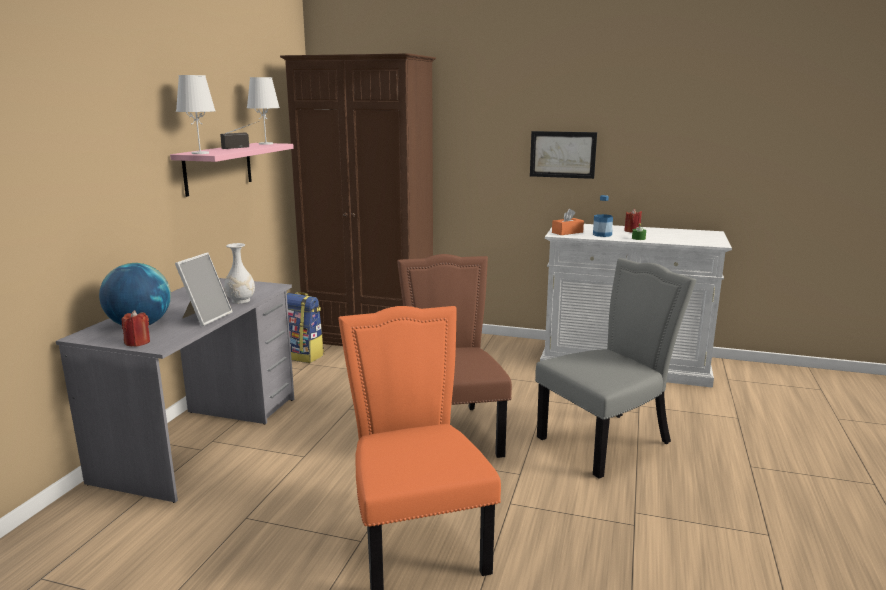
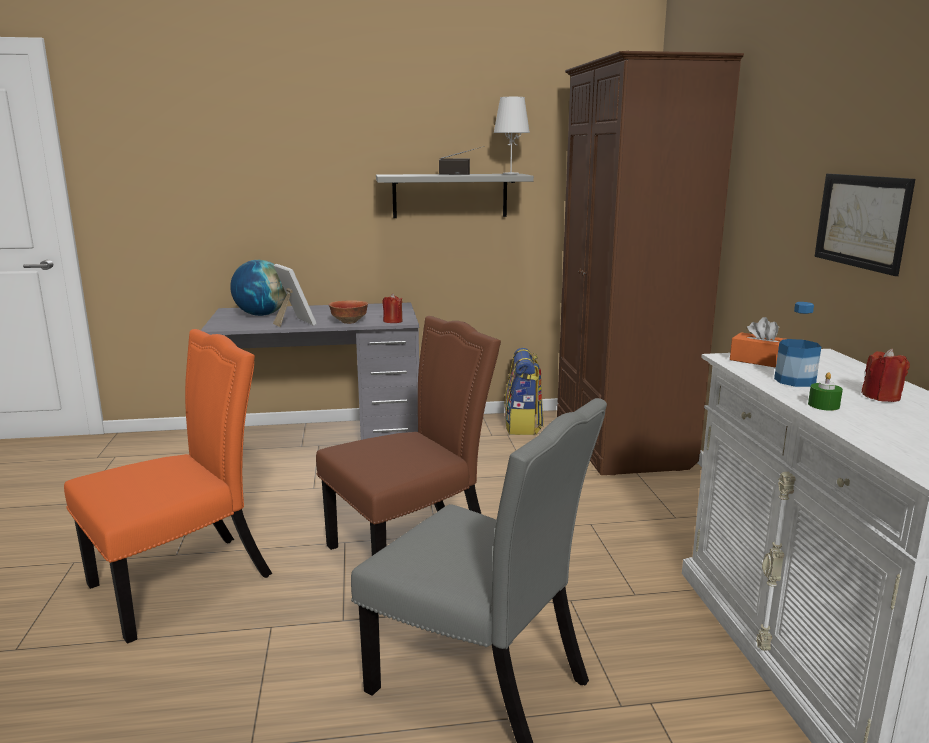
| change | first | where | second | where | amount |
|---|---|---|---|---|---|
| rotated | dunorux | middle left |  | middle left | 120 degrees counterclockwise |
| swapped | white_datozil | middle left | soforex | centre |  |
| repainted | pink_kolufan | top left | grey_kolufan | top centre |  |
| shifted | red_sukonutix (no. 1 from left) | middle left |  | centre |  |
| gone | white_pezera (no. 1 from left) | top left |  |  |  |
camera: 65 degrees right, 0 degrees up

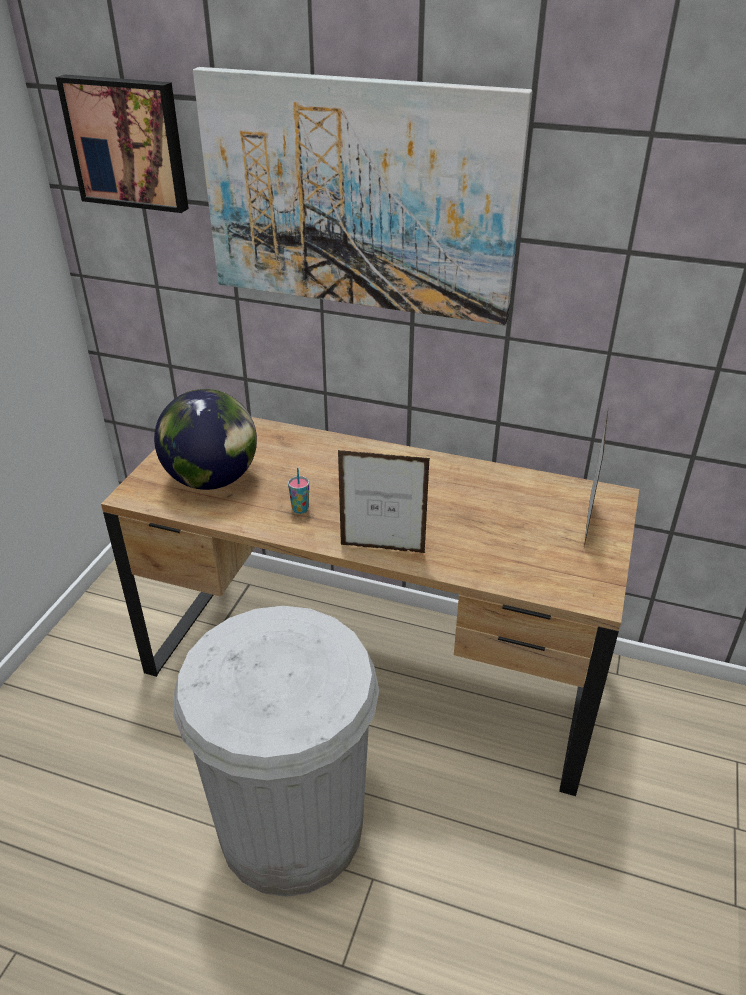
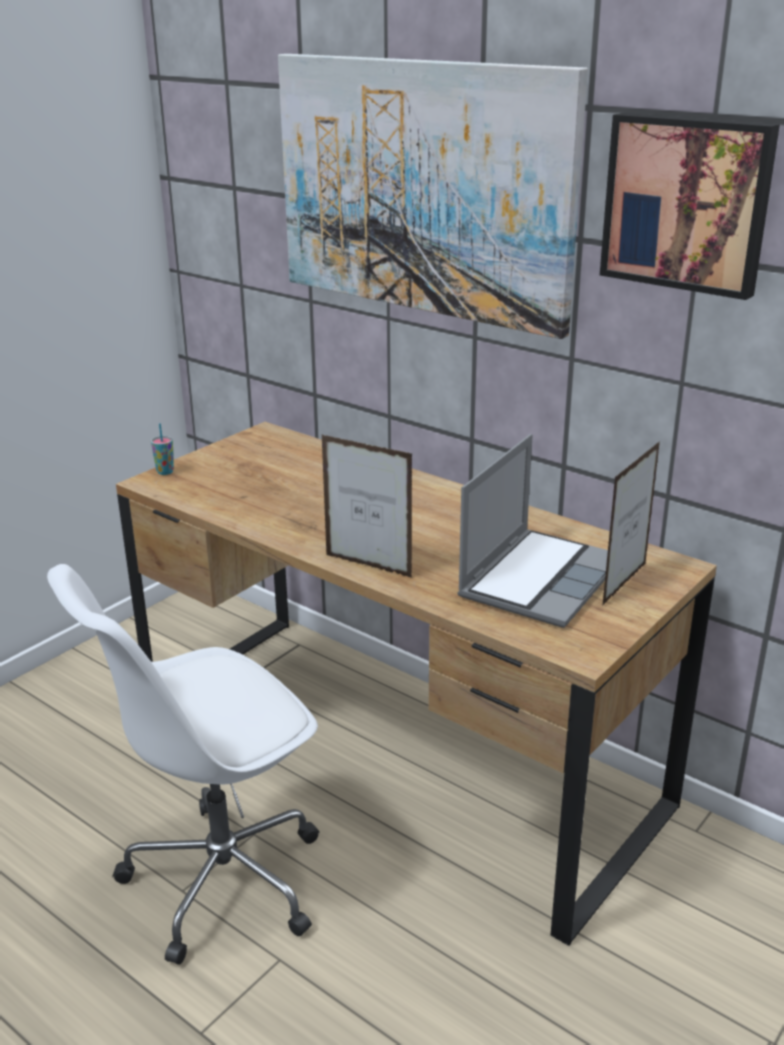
| change | first | where | second | where | amount |
|---|---|---|---|---|---|
| swapped | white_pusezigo | bottom centre | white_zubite | bottom left |  |
| shifted | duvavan | centre |  | middle left |  |
| new |  |  | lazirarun | middle right |  |
| shifted | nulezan (no. 1 from left in the first image) | top left | nulezan (no. 2 from left) | top right |  |
| gone | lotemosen | middle left |  |  |  |
camera: 20 degrees right, 10 degrees down

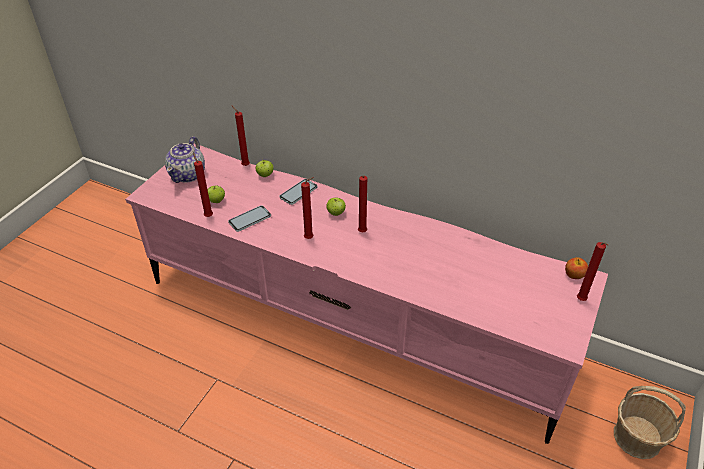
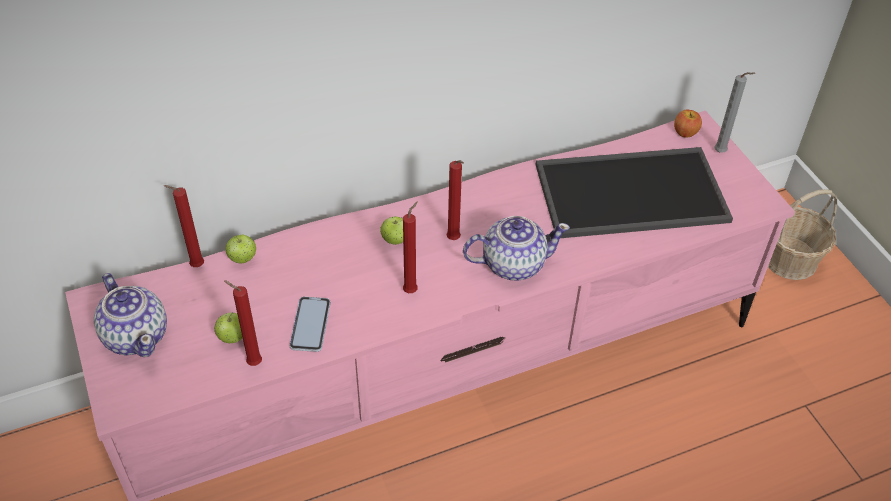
| change | first | where | second | where | amount |
|---|---|---|---|---|---|
| new |  |  | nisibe (no. 2 from left) | centre |  |
| new |  |  | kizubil | middle right |  |
| repainted | red_sukonutix (no. 5 from left) | middle right | grey_sukonutix | top right |  |
| gone | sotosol (no. 2 from left) | centre |  |  |  |
camera: 50 degrees left, 5 degrees up

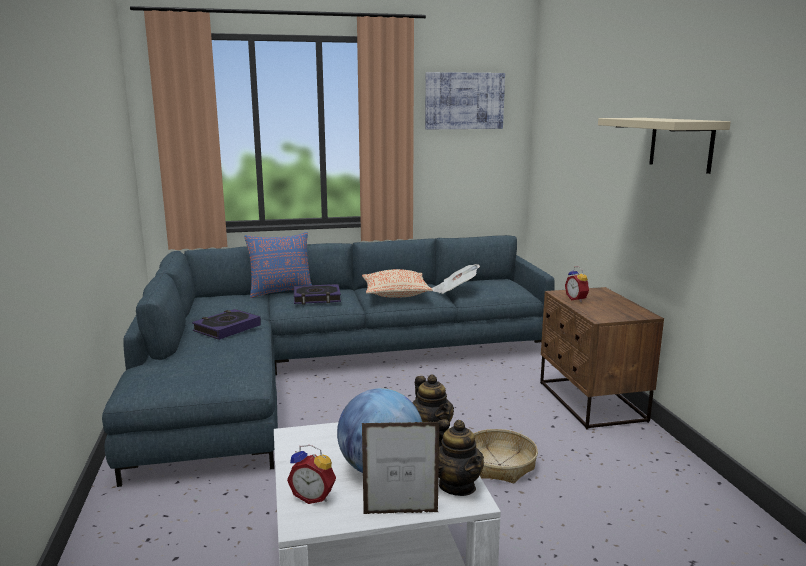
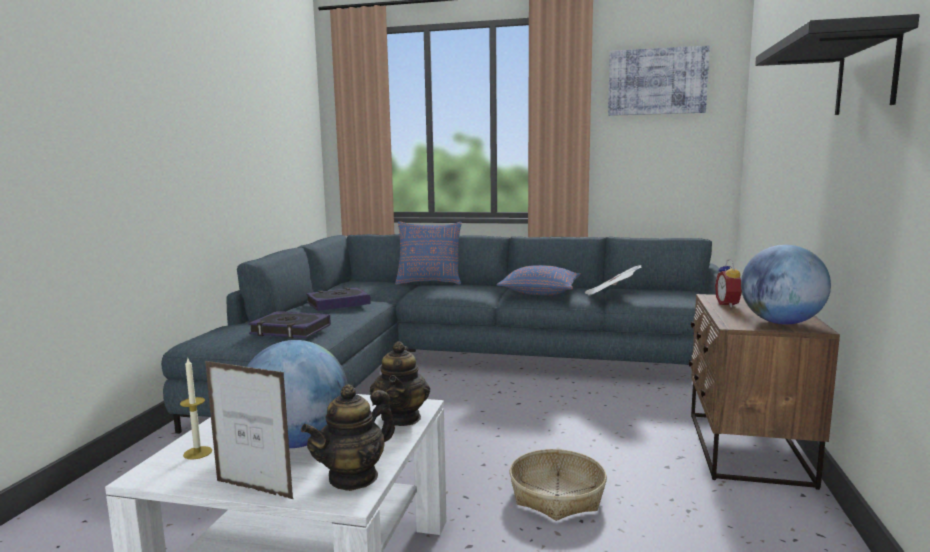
| change | first | where | second | where | amount |
|---|---|---|---|---|---|
| swapped | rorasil (no. 1 from left) | bottom centre | sukonutix | bottom left |  |
| shifted | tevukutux (no. 2 from left in the first image) | centre | tevukutux (no. 1 from left) | middle left |  |
| rotated | nisibe (no. 2 from left in the first image) | bottom centre | nisibe (no. 1 from left) | bottom centre | 45 degrees clockwise |
| repainted | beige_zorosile | centre | blue_zorosile (no. 2 from left) | centre |  |
| new |  |  | lotemosen (no. 2 from left) | middle right |  |
| repainted | beige_kolufan | top right | black_kolufan | top right |  |
camera: 25 degrees right, 5 degrees down

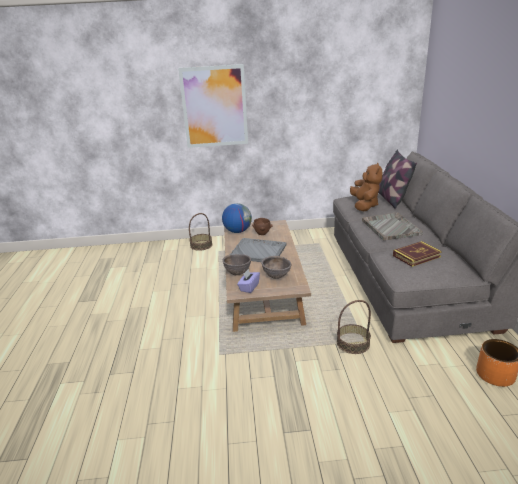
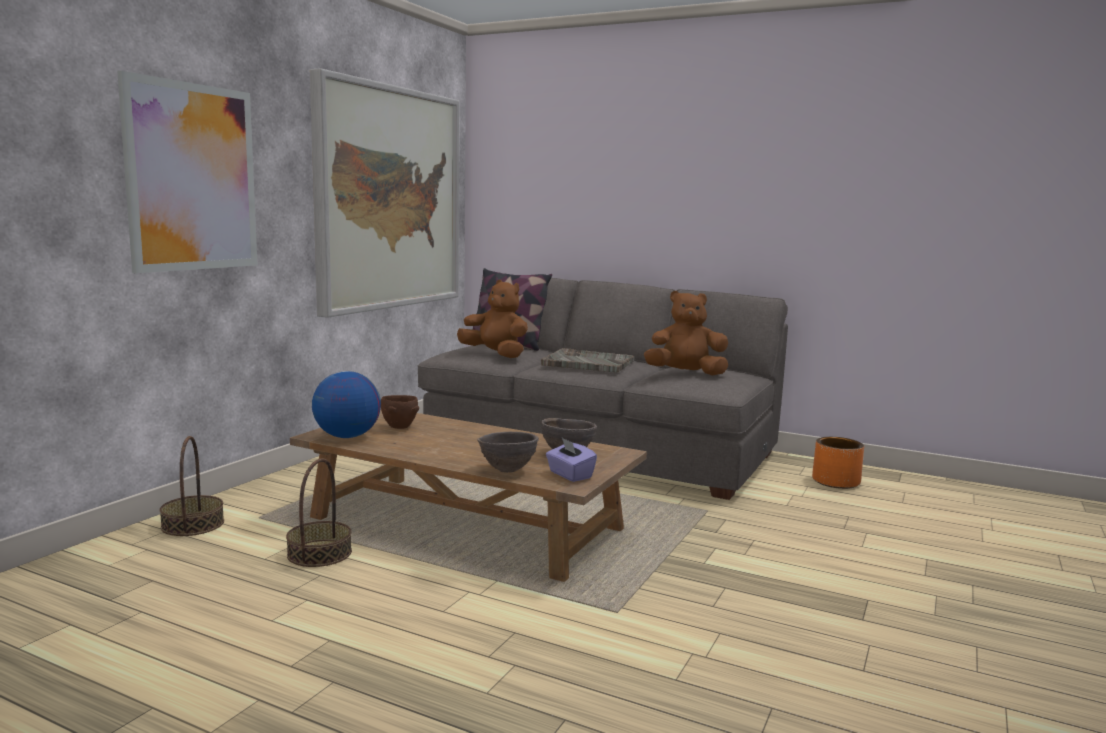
| change | first | where | second | where | amount |
|---|---|---|---|---|---|
| shifted | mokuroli (no. 2 from left) | bottom right |  | bottom left |  |
| new |  |  | nulezan (no. 2 from left) | top centre |  |
| swapped | tevukutux | middle right | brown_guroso (no. 2 from left) | centre |  |
| gone | grey_kizubil (no. 1 from left) | centre |  |  |  |
camera: 60 degrees left, 15 degrees down

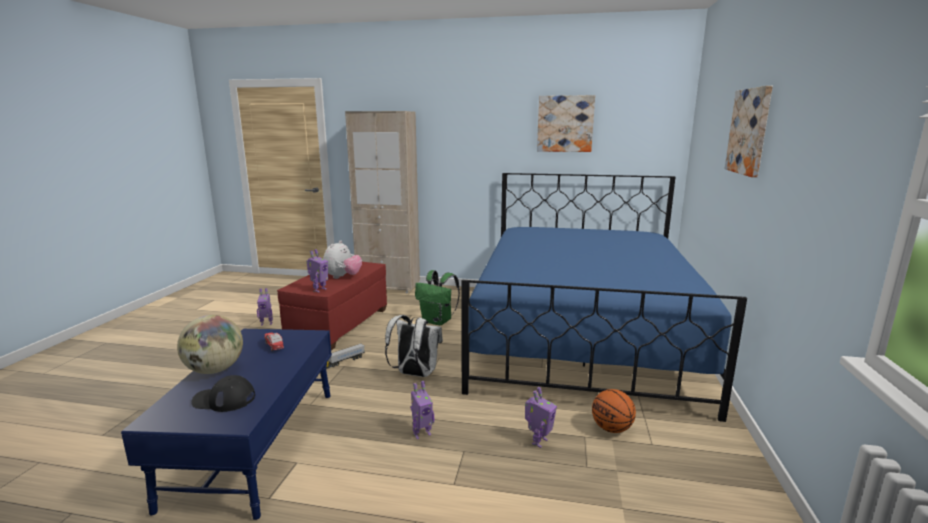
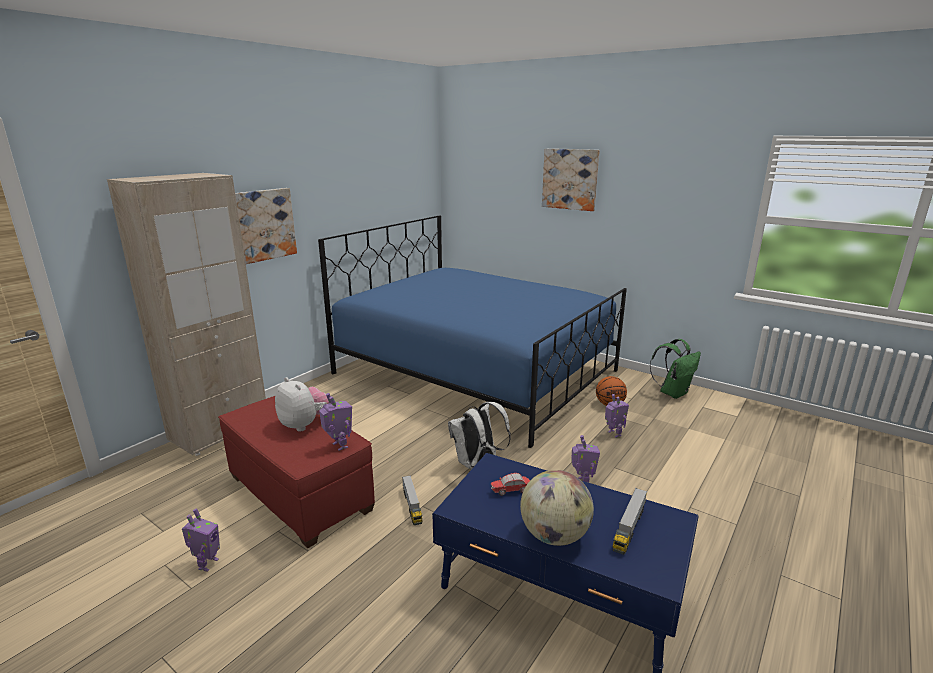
| change | first | where | second | where | amount |
|---|---|---|---|---|---|
| shifted | nulezan (no. 1 from left) | top centre |  | middle left |  |
| swapped | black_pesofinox | bottom left | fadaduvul (no. 2 from left) | bottom right |  |
| shifted | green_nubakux | centre |  | middle right |  |
camera: 65 degrees left, 5 degrees up

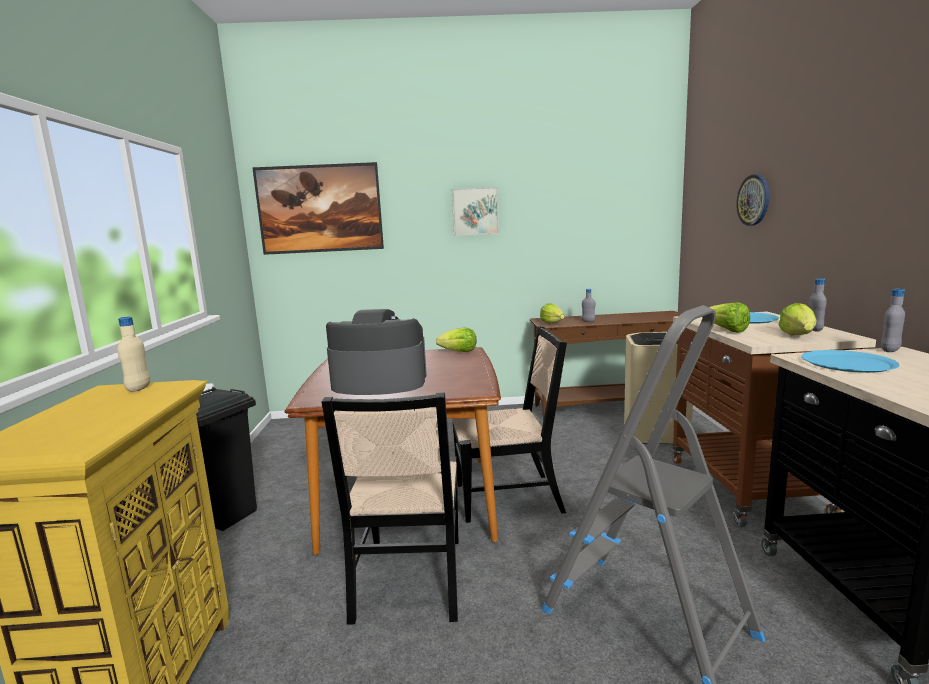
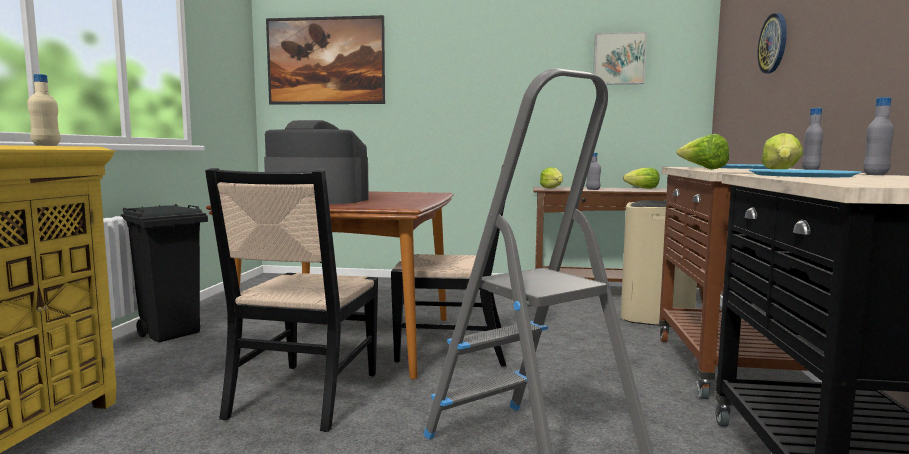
| change | first | where | second | where | amount |
|---|---|---|---|---|---|
| shifted | nulezan (no. 2 from left) | top centre |  | top right |  |
| shifted | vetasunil (no. 1 from left in the first image) | centre | vetasunil (no. 2 from left) | middle right |  |
camera: 10 degrees right, 5 degrees down

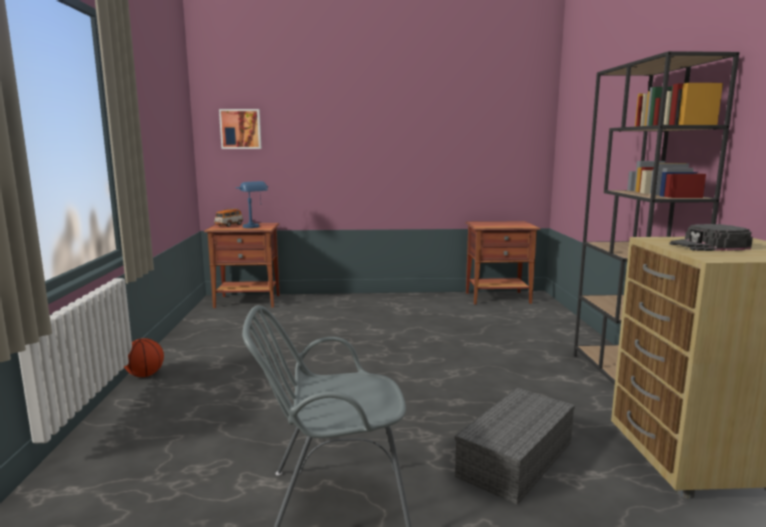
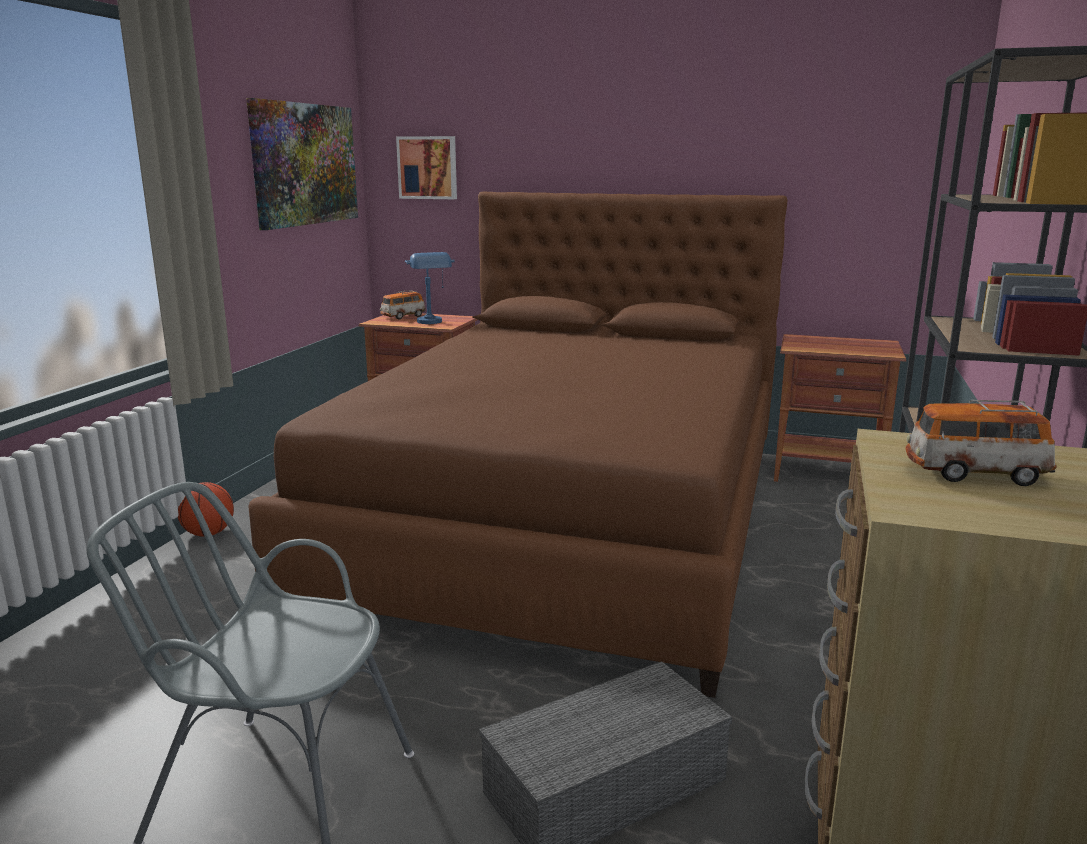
| change | first | where | second | where | amount |
|---|---|---|---|---|---|
| new |  |  | nulezan (no. 1 from left) | top left |  |
| new |  |  | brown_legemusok | centre |  |
| swapped | black_pesofinox | middle right | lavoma (no. 2 from left) | middle right |  |
camera: 20 degrees right, 5 degrees up

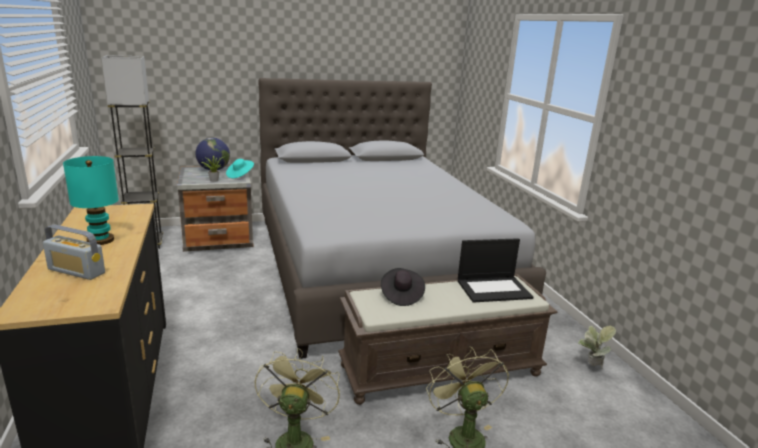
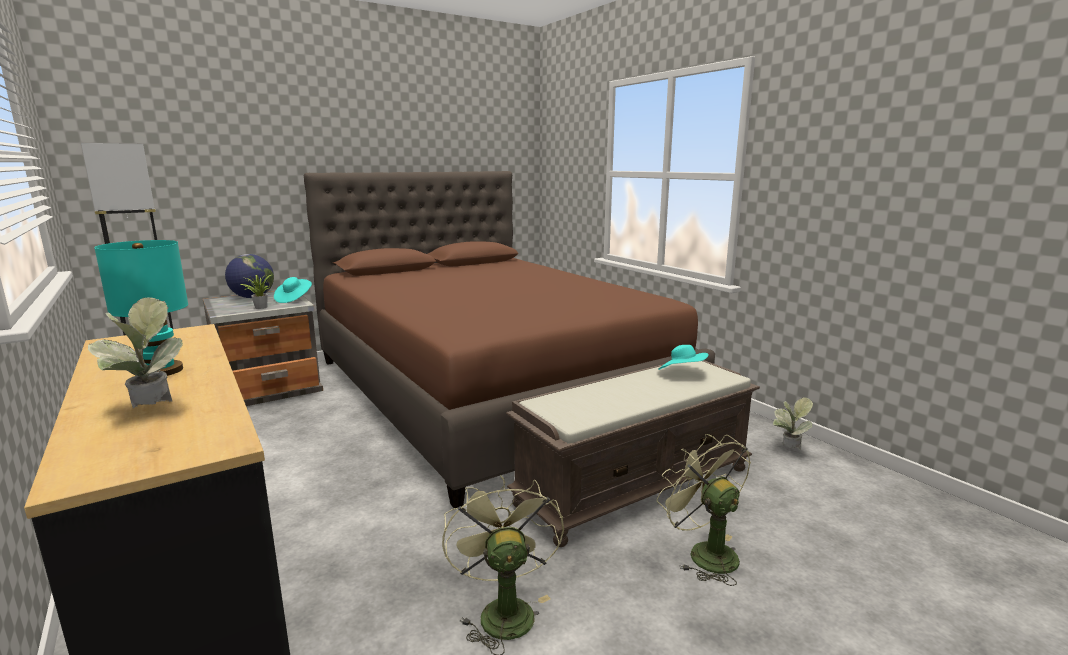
| change | first | where | second | where | amount |
|---|---|---|---|---|---|
| swapped | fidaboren | middle left | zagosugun (no. 1 from left) | middle left |  |
| repainted | grey_legemusok | centre | brown_legemusok | centre |  |
| swapped | lazirarun | centre | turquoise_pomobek (no. 2 from left) | centre |  |
| gone | black_pomobek | centre |  |  |  |
camera: 15 degrees left, 5 degrees down

